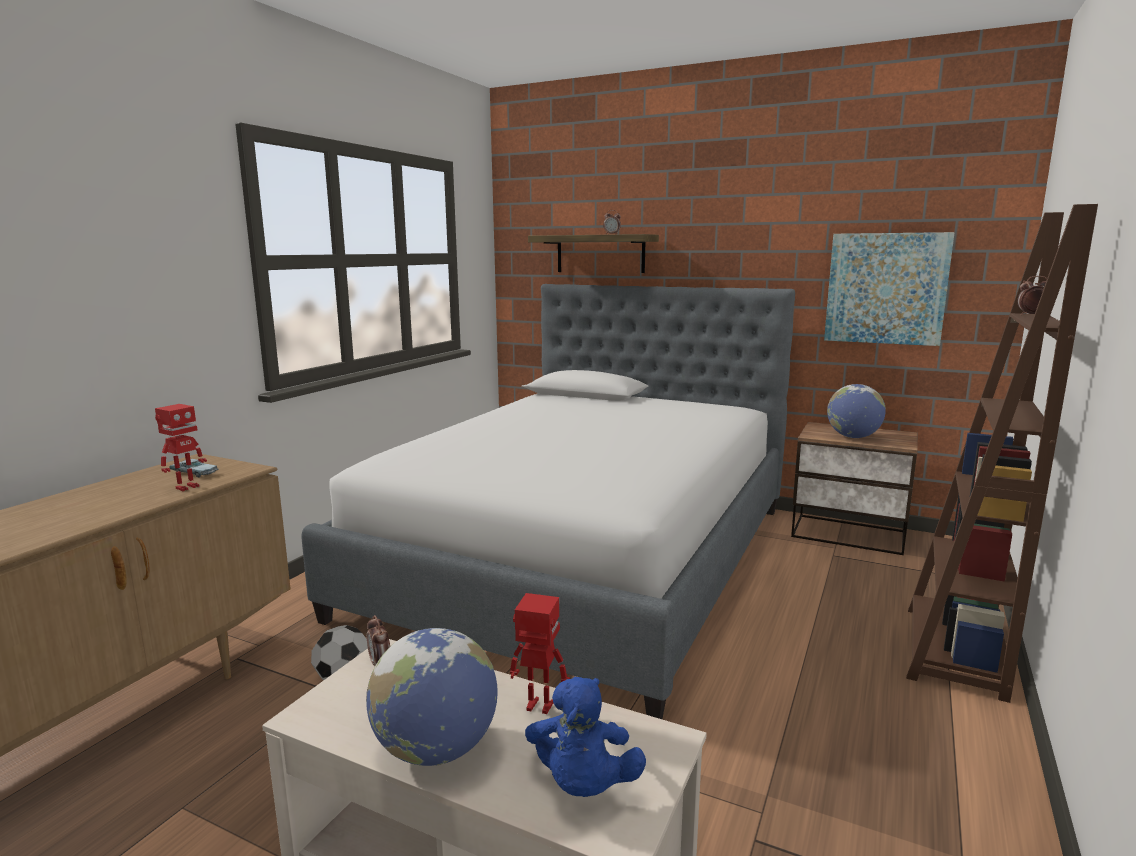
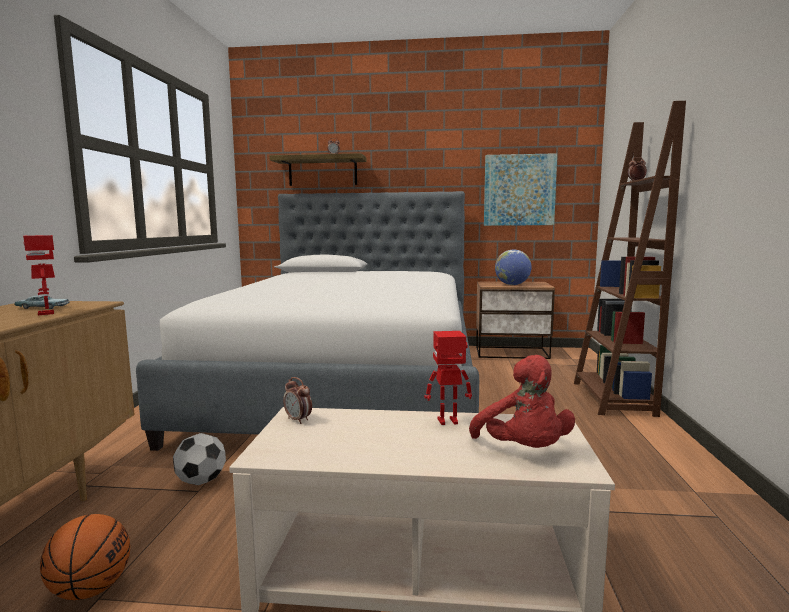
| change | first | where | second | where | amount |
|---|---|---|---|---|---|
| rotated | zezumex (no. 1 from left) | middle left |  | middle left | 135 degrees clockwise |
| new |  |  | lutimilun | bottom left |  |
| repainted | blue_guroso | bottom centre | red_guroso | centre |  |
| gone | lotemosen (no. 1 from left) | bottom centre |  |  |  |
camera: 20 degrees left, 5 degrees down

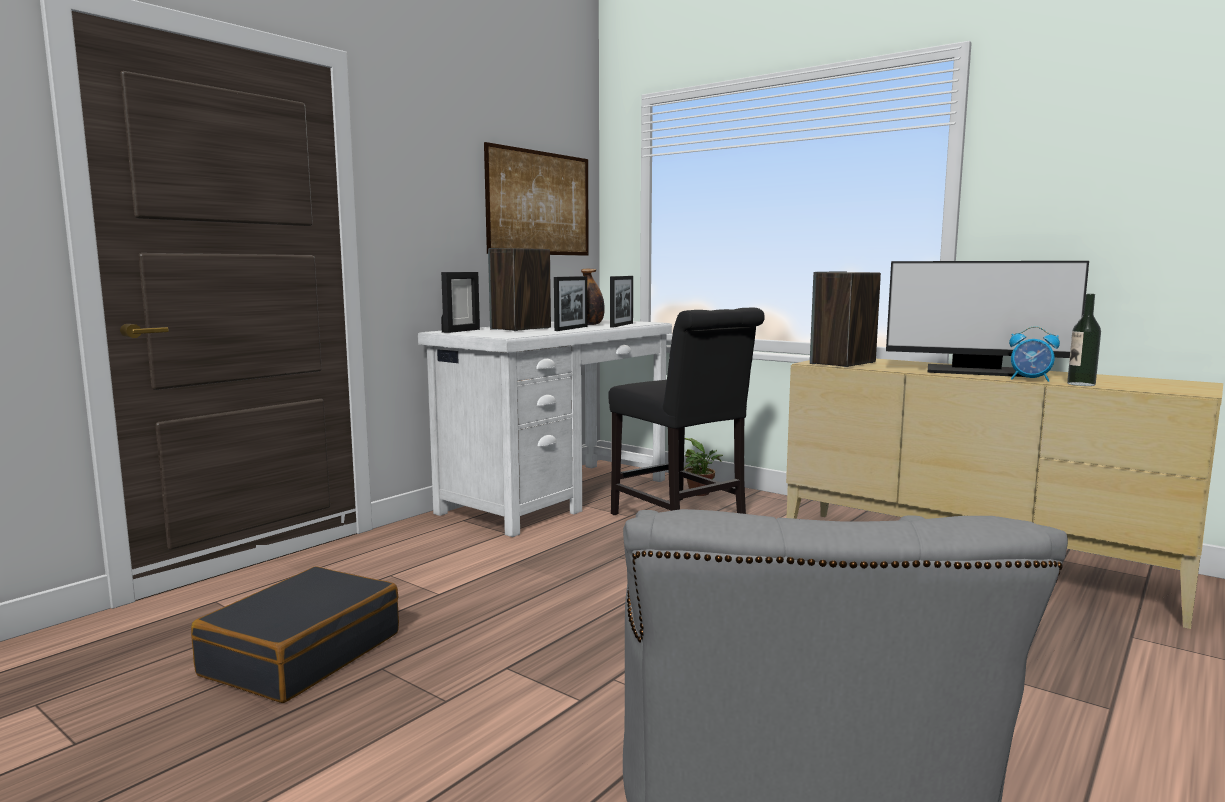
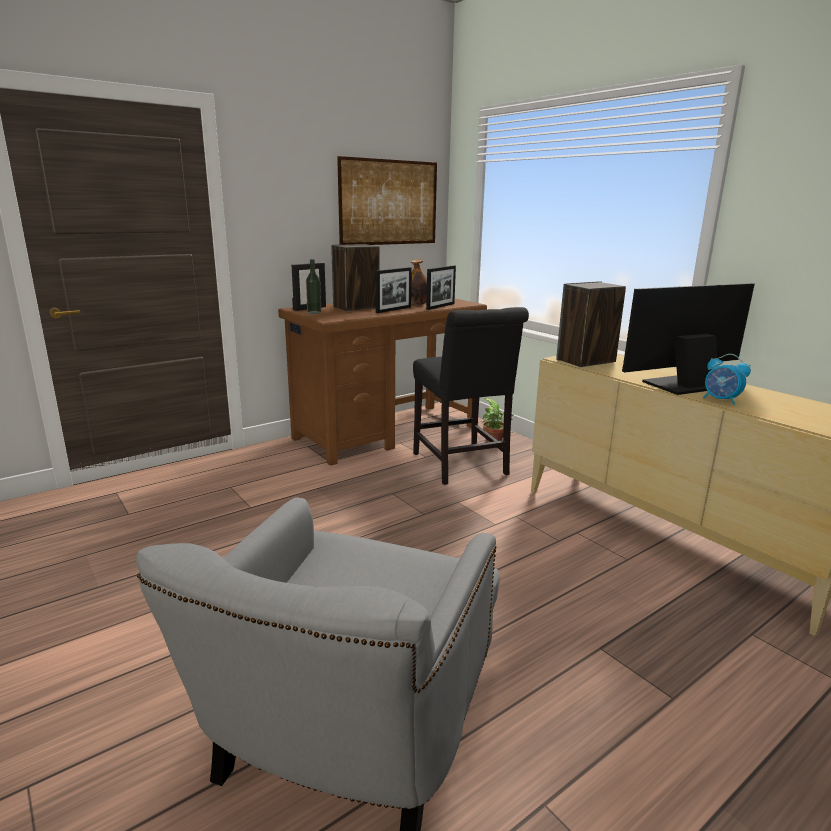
| change | first | where | second | where | amount |
|---|---|---|---|---|---|
| repainted | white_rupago | centre | brown_rupago | centre |  |
| shifted | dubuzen (no. 2 from left in the first image) | middle right | dubuzen (no. 1 from left) | centre |  |
| rotated | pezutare | middle right |  | middle right | 120 degrees clockwise |
| gone | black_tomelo | bottom left |  |  |  |
camera: 15 degrees right, 10 degrees up

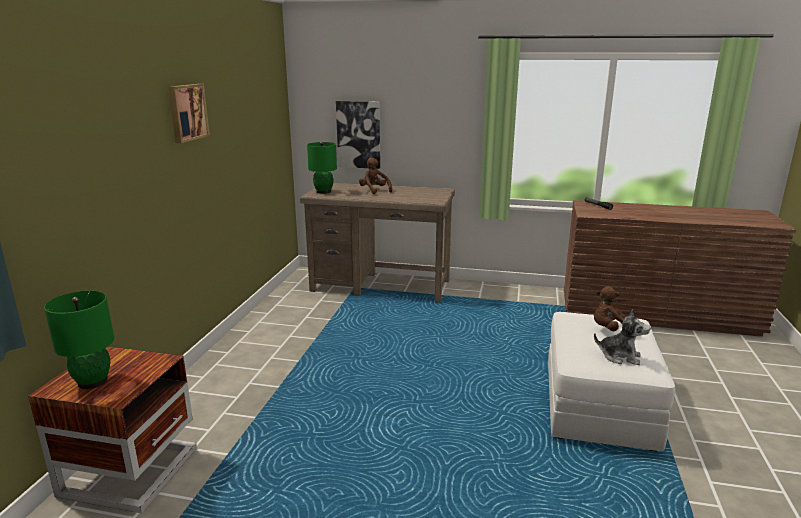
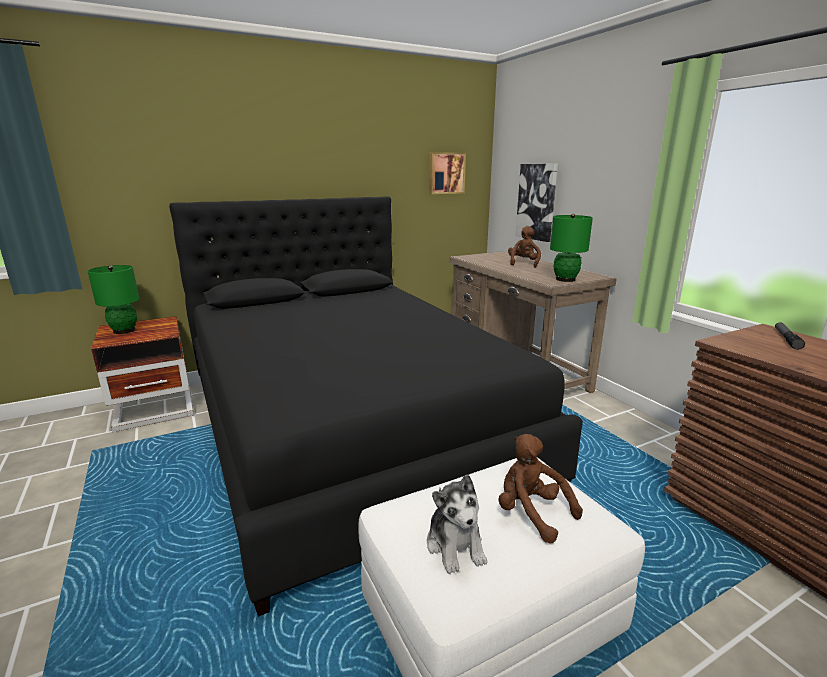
| change | first | where | second | where | amount |
|---|---|---|---|---|---|
| new |  |  | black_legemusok | centre |  |
| shifted | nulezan (no. 1 from left) | top left |  | top centre |  |
| shifted | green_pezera (no. 2 from left) | top centre |  | middle right |  |
camera: 50 degrees right, 0 degrees up

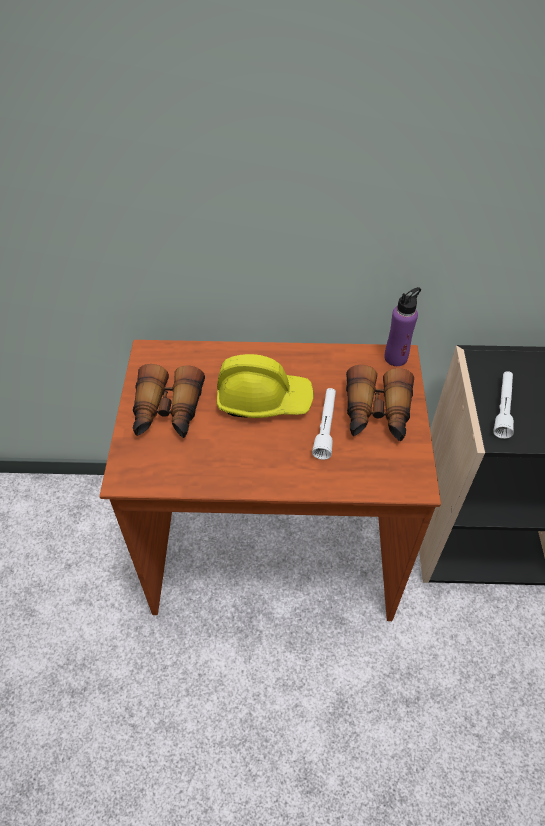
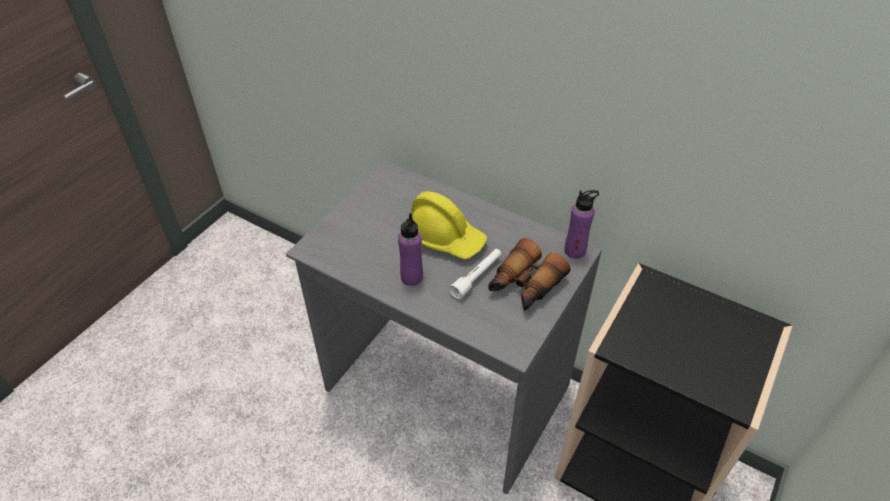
| change | first | where | second | where | amount |
|---|---|---|---|---|---|
| repainted | brown_rupago | centre | grey_rupago | centre |  |
| new |  |  | purple_dubuzen (no. 1 from left) | centre |  |
| gone | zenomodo (no. 1 from left) | middle left |  |  |  |
| gone | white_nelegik (no. 2 from left) | middle right |  |  |  |
camera: 30 degrees right, 5 degrees down

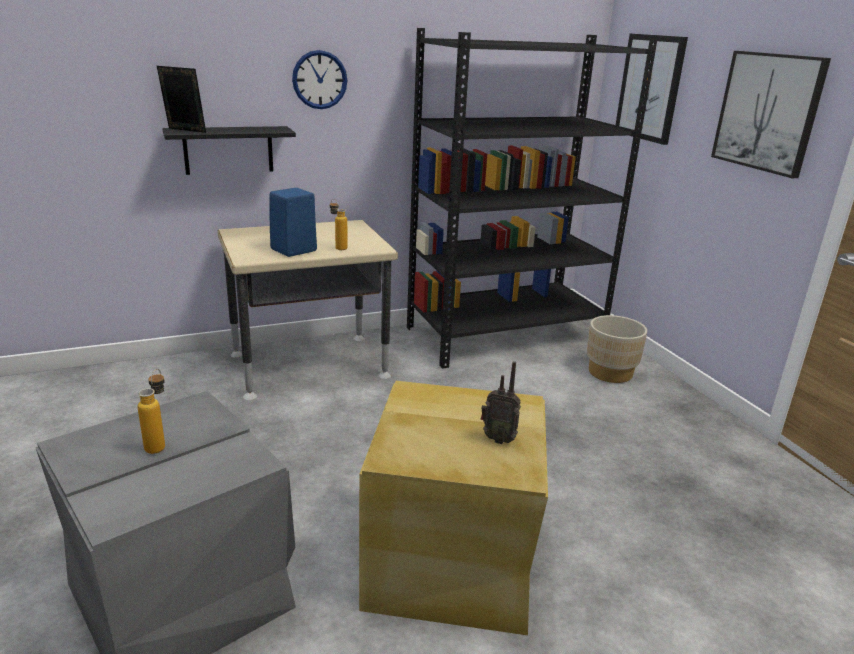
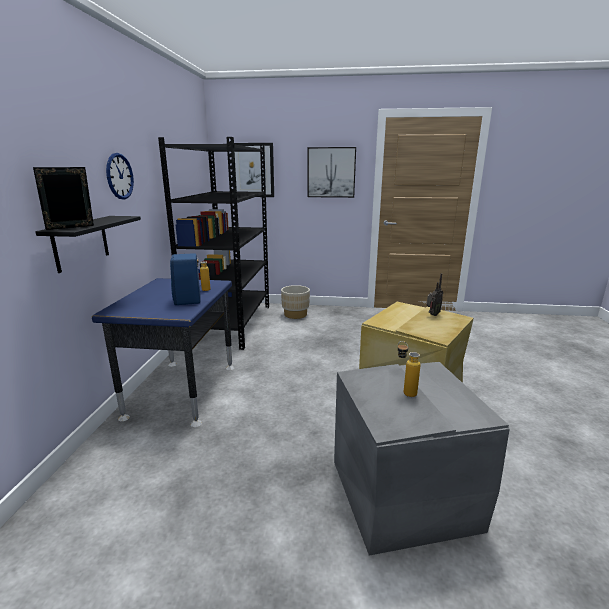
| change | first | where | second | where | amount |
|---|---|---|---|---|---|
| repainted | beige_rupago | centre | blue_rupago | middle left |  |
camera: 60 degrees left, 5 degrees down

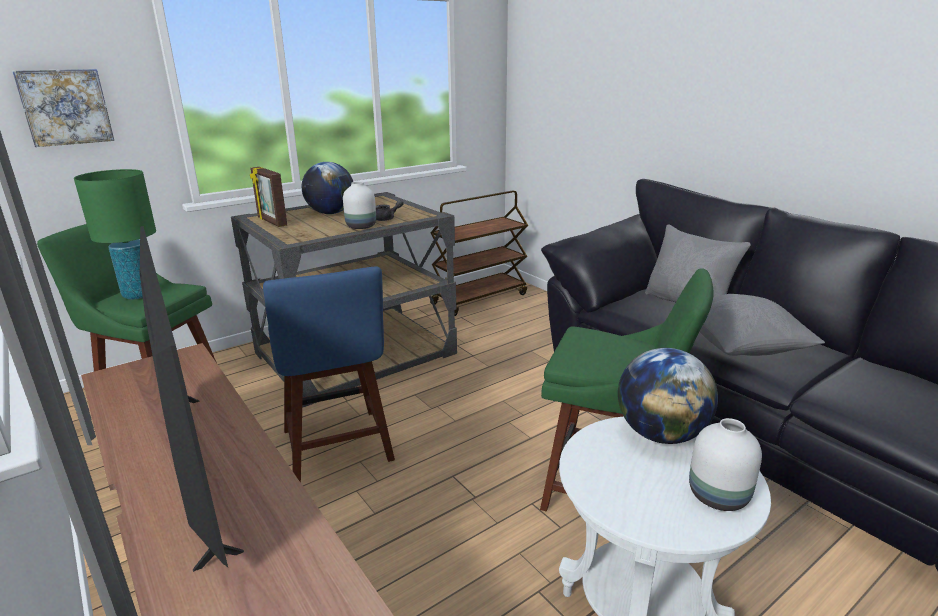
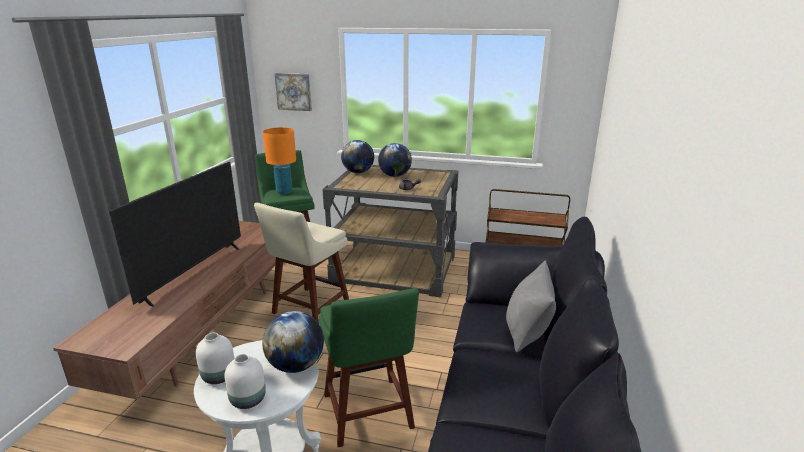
| change | first | where | second | where | amount |
|---|---|---|---|---|---|
| shifted | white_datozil (no. 1 from left) | top centre |  | bottom left |  |
| repainted | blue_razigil | centre | beige_razigil | centre |  |
| repainted | green_pezera | middle left | orange_pezera | centre |  |
| swapped | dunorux | top left | lotemosen (no. 2 from left) | centre |  |
| gone | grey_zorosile (no. 2 from left) | middle right |  |  |  |
camera: 50 degrees right, 0 degrees up

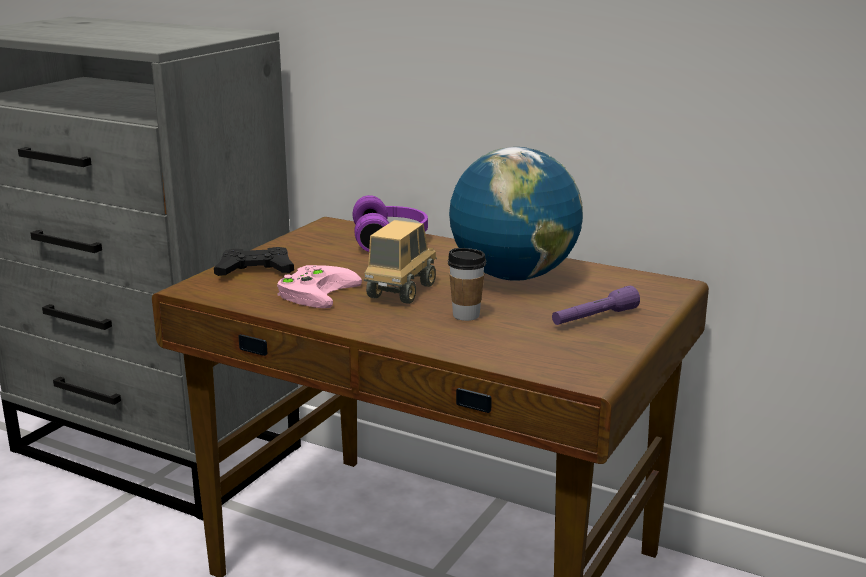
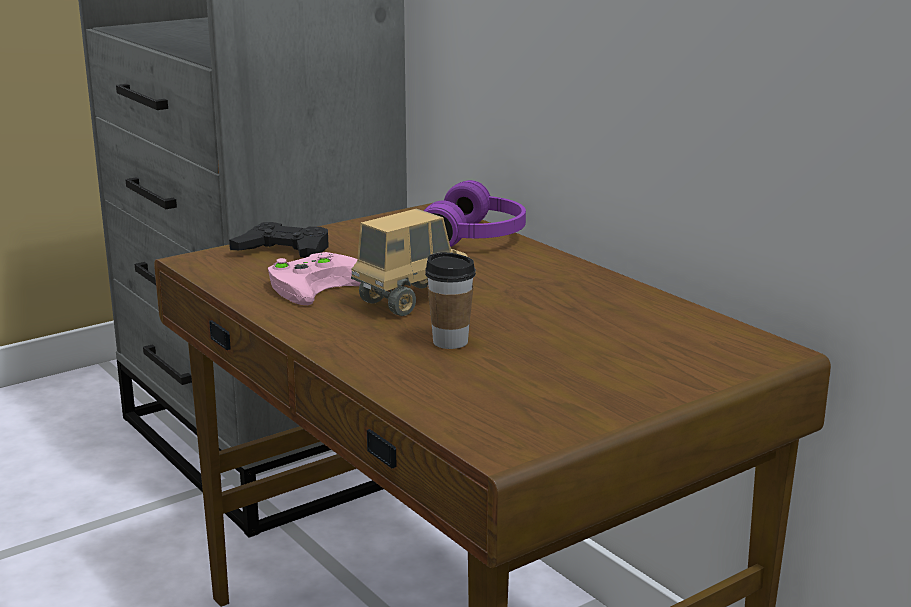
| change | first | where | second | where | amount |
|---|---|---|---|---|---|
| gone | lotemosen | centre |  |  |  |
| gone | purple_nelegik | middle right |  |  |  |
camera: 25 degrees right, 0 degrees up

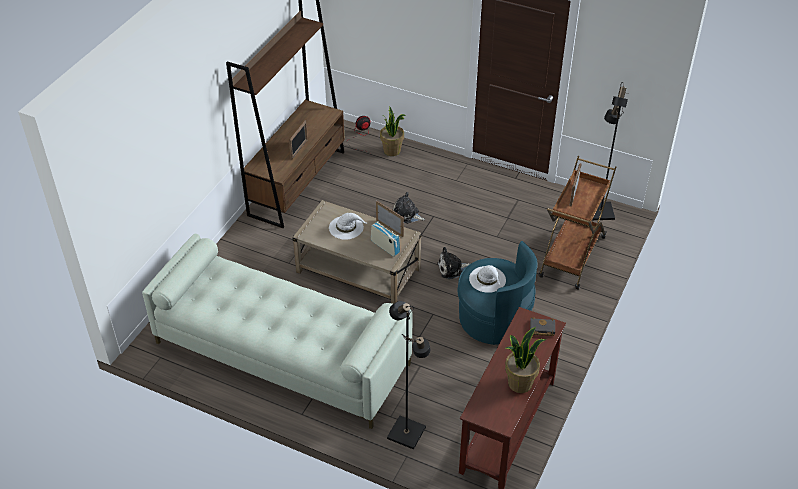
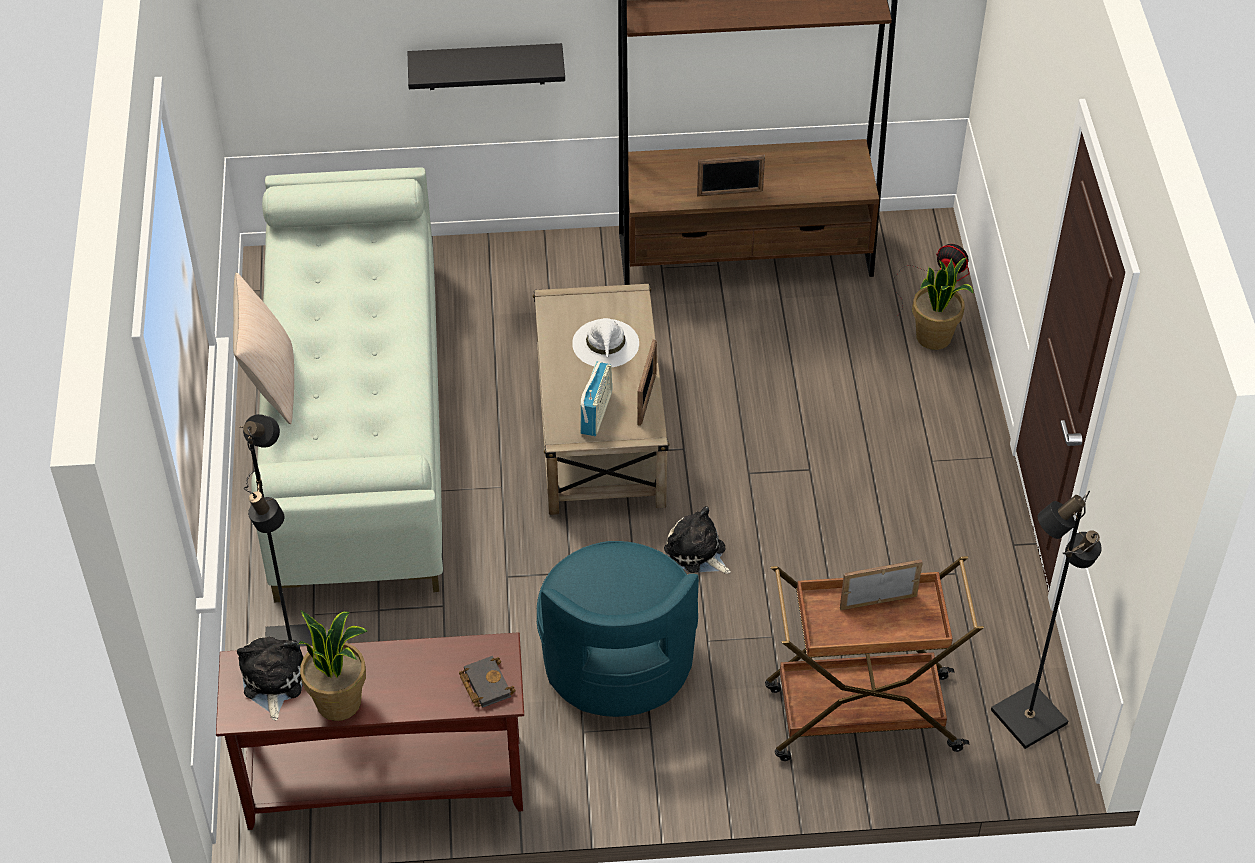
| change | first | where | second | where | amount |
|---|---|---|---|---|---|
| new |  |  | beige_zorosile | middle left |  |
| shifted | guroso (no. 1 from left) | centre |  | bottom left |  |
| new |  |  | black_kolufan | top centre |  |
| gone | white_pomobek (no. 2 from left) | centre |  |  |  |
camera: 60 degrees right, 5 degrees up

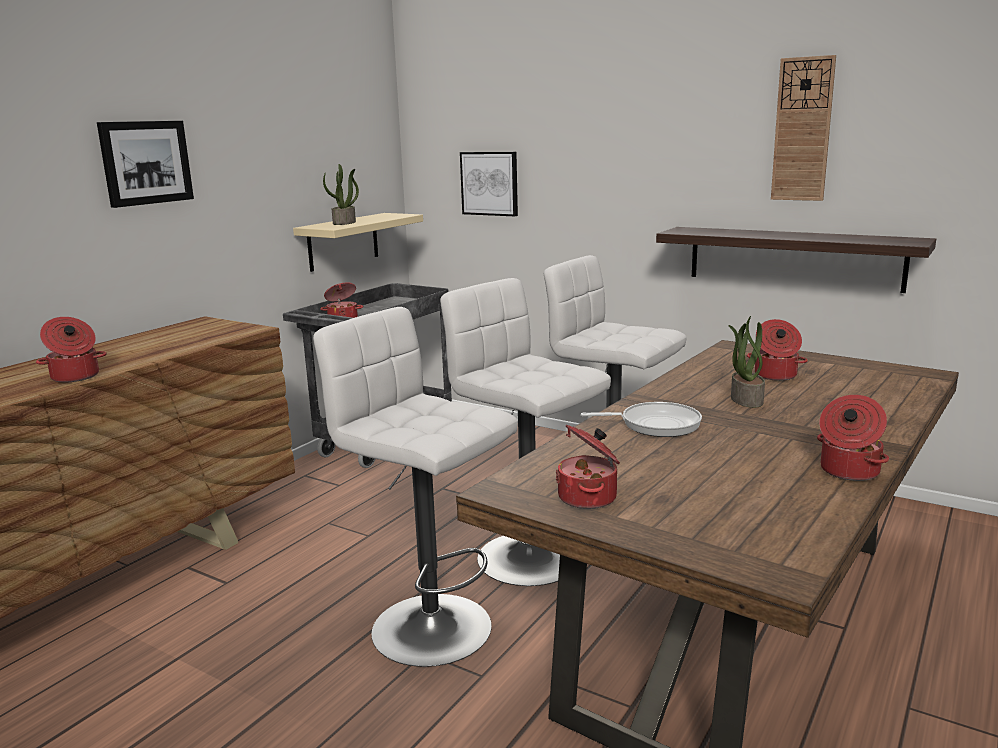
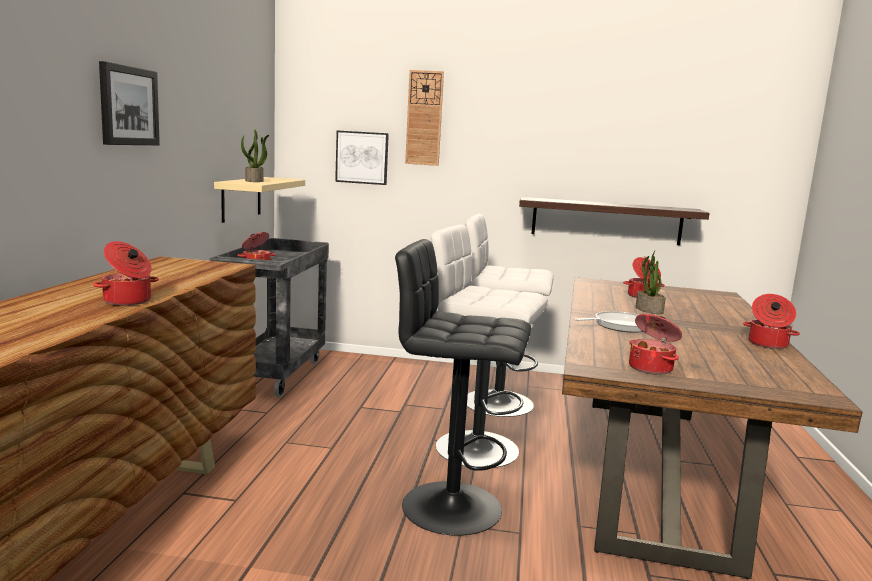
| change | first | where | second | where | amount |
|---|---|---|---|---|---|
| repainted | white_razigil (no. 1 from left) | centre | black_razigil | centre |  |
| shifted | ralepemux | top right |  | top centre |  |
camera: 25 degrees left, 5 degrees down

